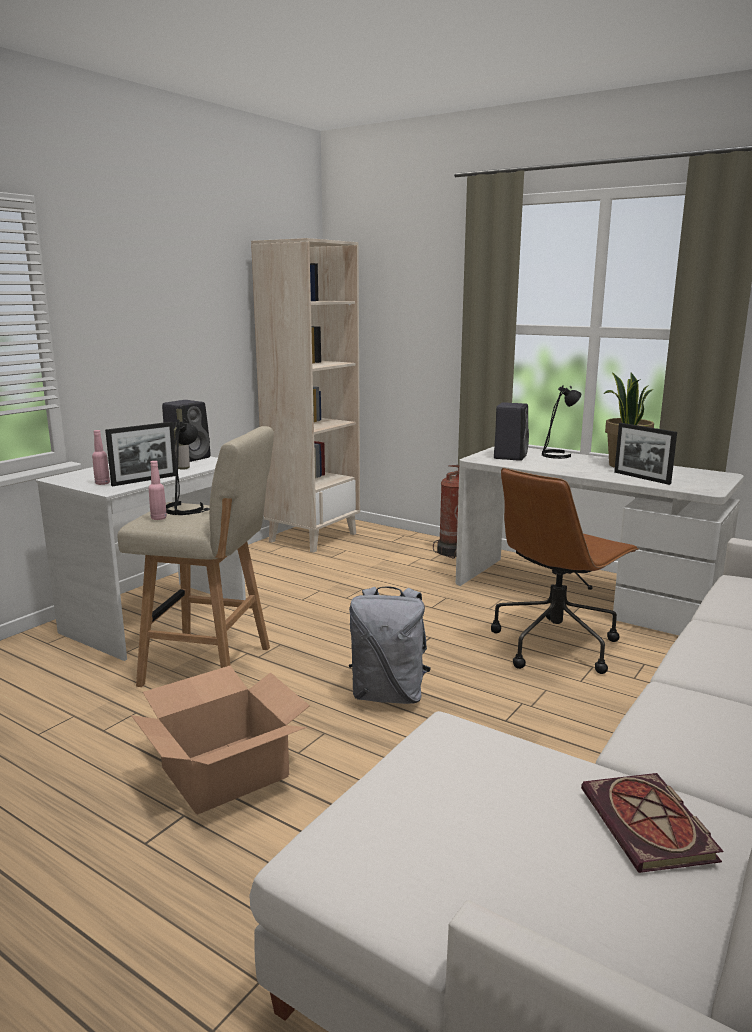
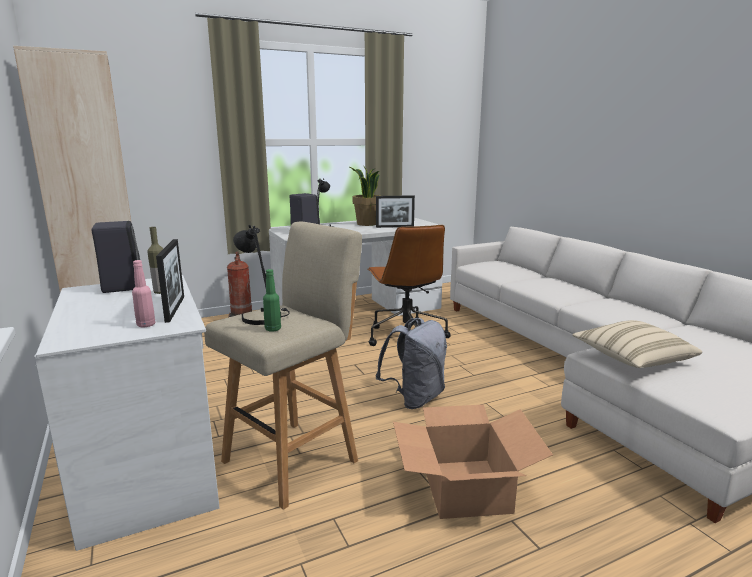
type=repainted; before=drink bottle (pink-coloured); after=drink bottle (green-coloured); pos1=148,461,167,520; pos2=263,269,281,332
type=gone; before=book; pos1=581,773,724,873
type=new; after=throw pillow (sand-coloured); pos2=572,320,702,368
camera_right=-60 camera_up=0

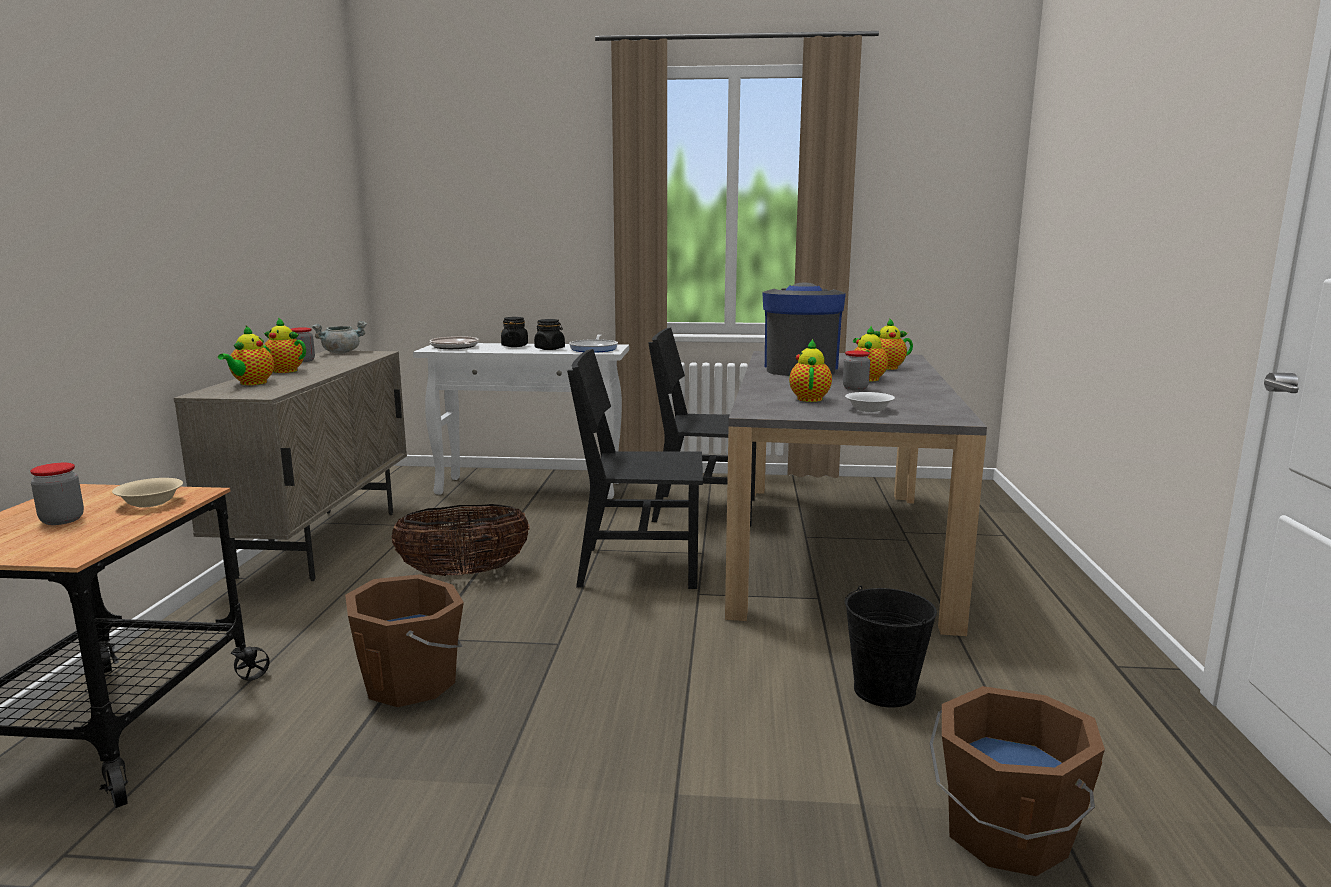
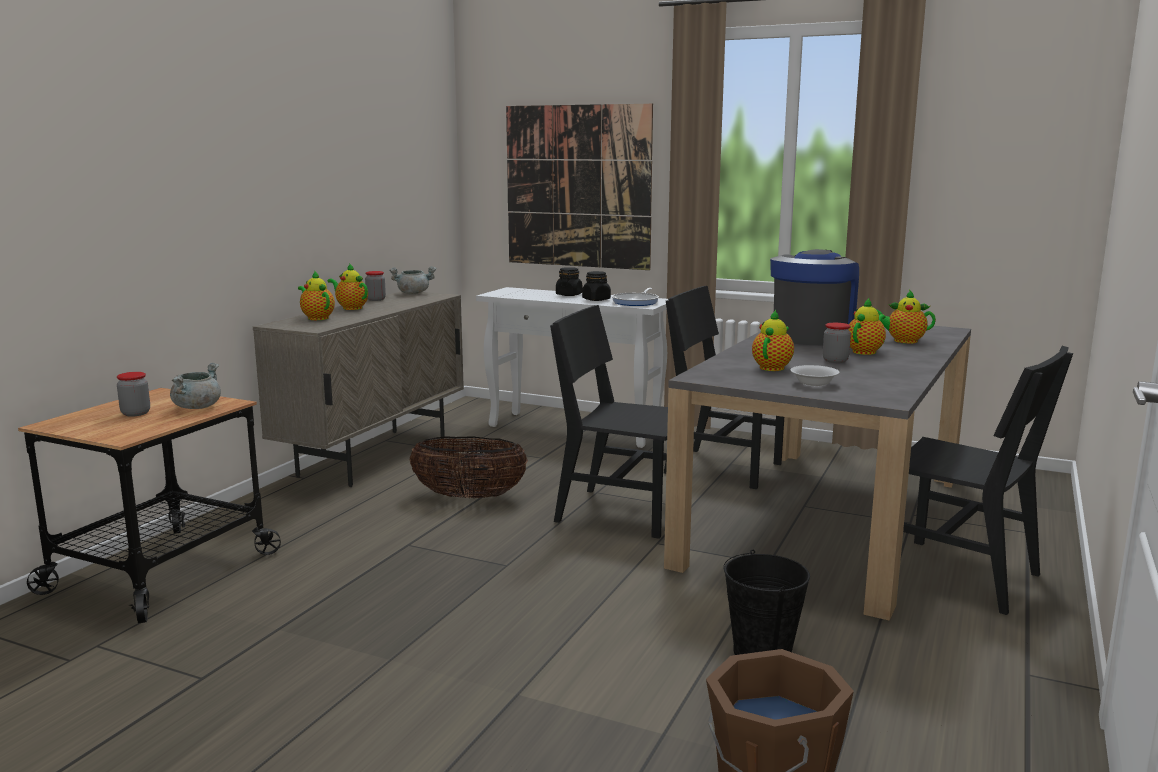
type=rotated; before=pot for tea; pos1=218,326,274,385; pos2=298,271,335,320; turn=105
type=gone; before=frying pan; pos1=430,336,479,349
type=swapped; before=bowl (sand-coloured); after=cooking pot (gray); pos1=112,478,183,508; pos2=170,363,221,409
type=gone; before=bucket (brownish); pos1=345,574,464,707
type=new; after=wall picture; pos2=506,104,653,270
type=new; after=chair (black-coloured); pos2=903,346,1073,615
camera_right=20 camera_up=0

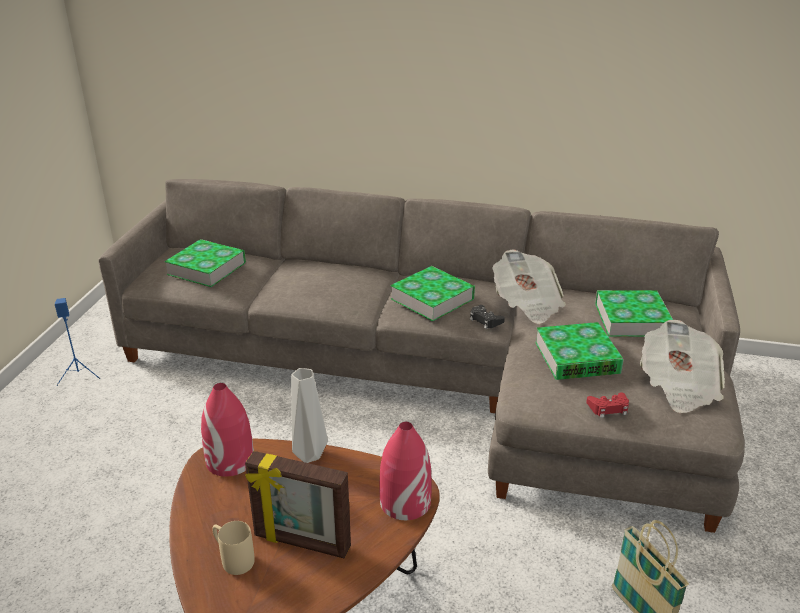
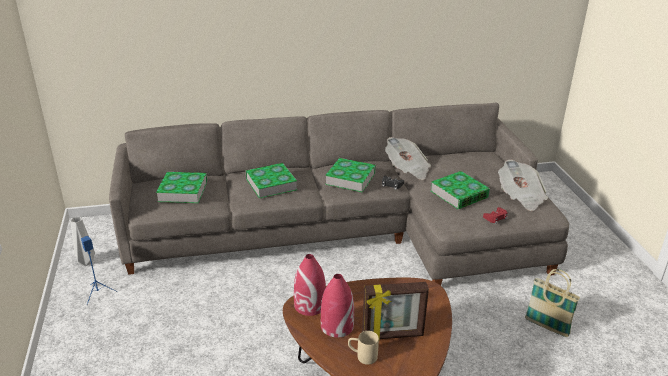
type=shifted; before=book; pos1=595,290,673,337; pos2=246,163,297,199
type=shifted; before=flower vase (gray); pos1=291,368,328,463; pos2=71,217,95,266
type=shifted; before=flower vase (red); pos1=380,422,432,520; pos2=321,274,354,337
camera_right=-25 camera_up=0

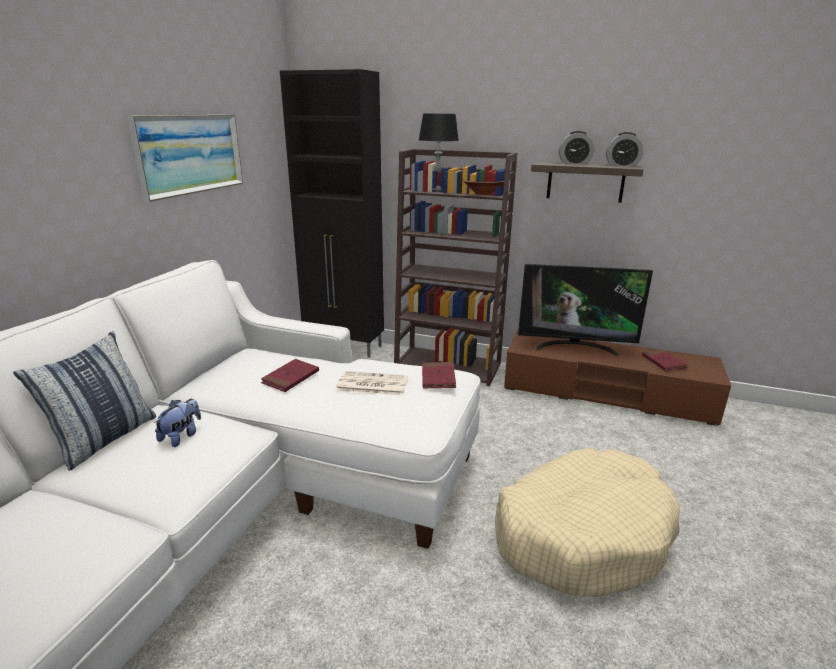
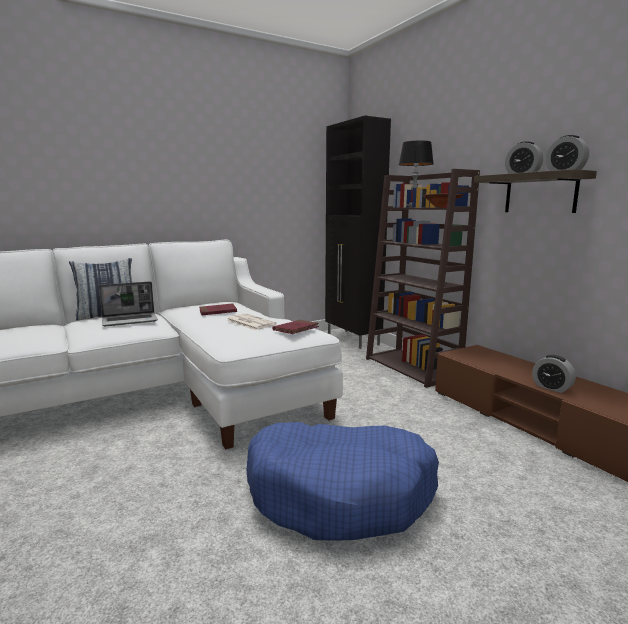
type=gone; before=wall picture; pos1=127,115,243,202
type=gone; before=TV; pos1=518,264,653,356
type=gone; before=book (red); pos1=642,350,688,371
type=swapped; before=cuddly toy; after=portable computer; pos1=154,399,201,447; pos2=99,282,158,326
type=repainted; before=dog bed (sand-coloured); after=dog bed (blue); pos1=495,448,680,597; pos2=247,422,439,541
type=new; after=bedside clock; pos2=532,355,576,393
camera_right=40 camera_up=-10

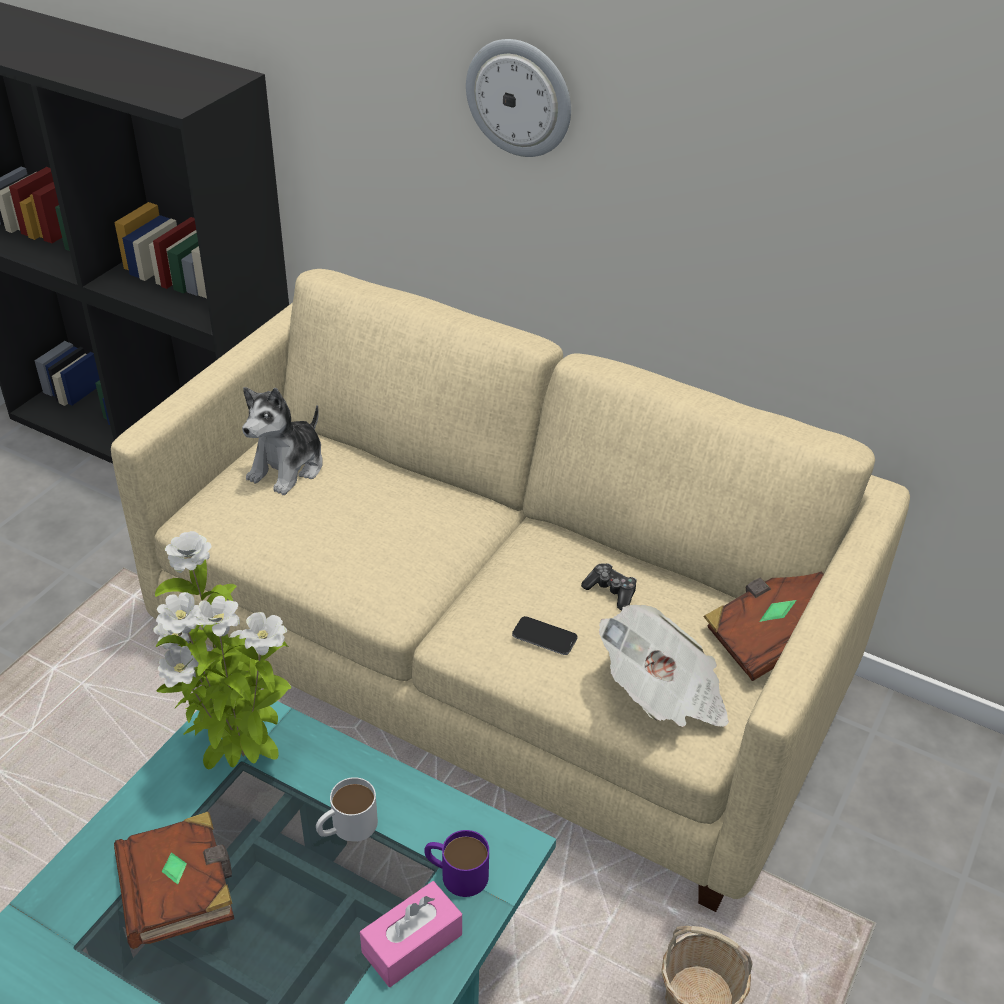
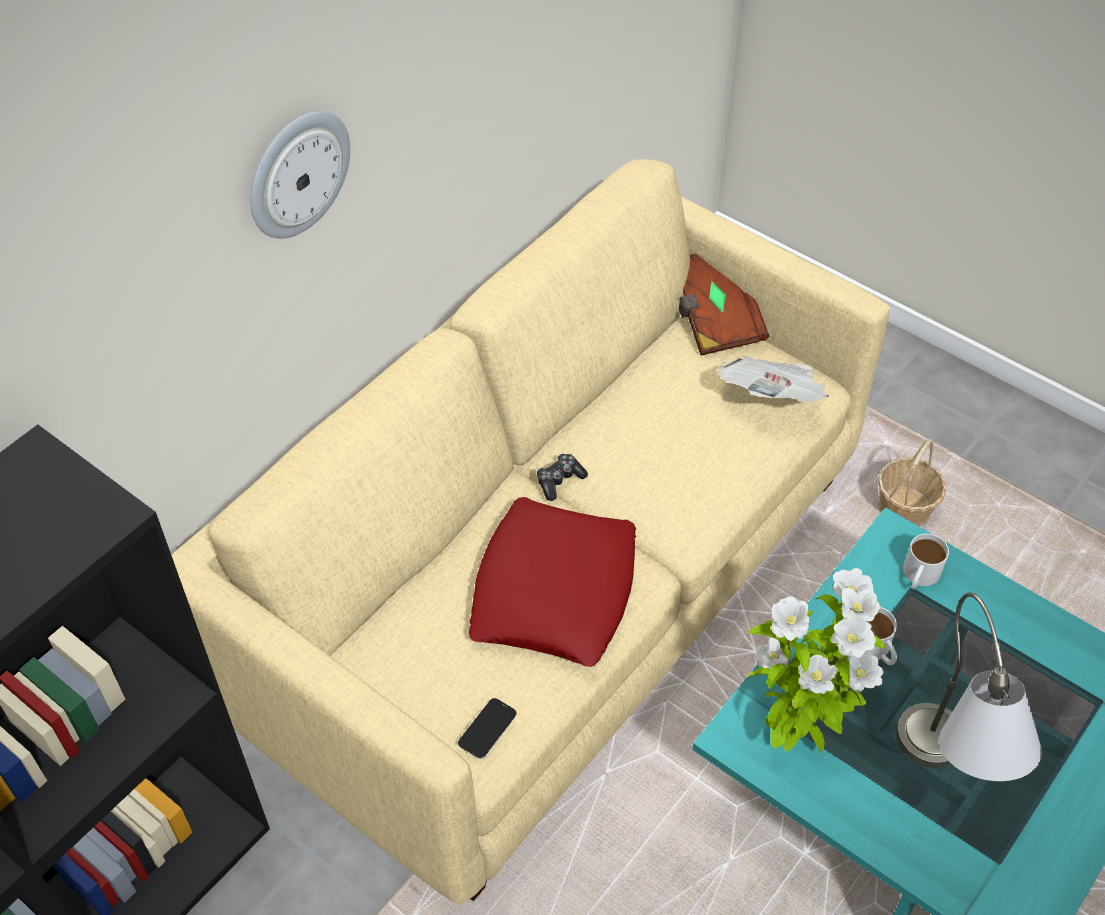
type=gone; before=cuddly toy; pos1=242,387,323,495
type=shifted; before=game controller; pos1=581,563,637,610; pos2=537,454,588,501
type=shifted; before=phone; pos1=512,616,578,655; pos2=458,698,517,759
type=swapped; before=book (brownish); after=tabletop lamp (gray); pos1=114,812,234,949; pos2=896,593,1042,781
type=repainted; before=coffee mug (purple); after=coffee mug (white); pos1=424,830,489,897; pos2=903,534,949,590
type=gone; before=box of tissues (pink-coloured); pos1=360,881,462,987
type=new; after=throw pillow (red); pos2=468,497,636,667
camera_right=-80 camera_up=10

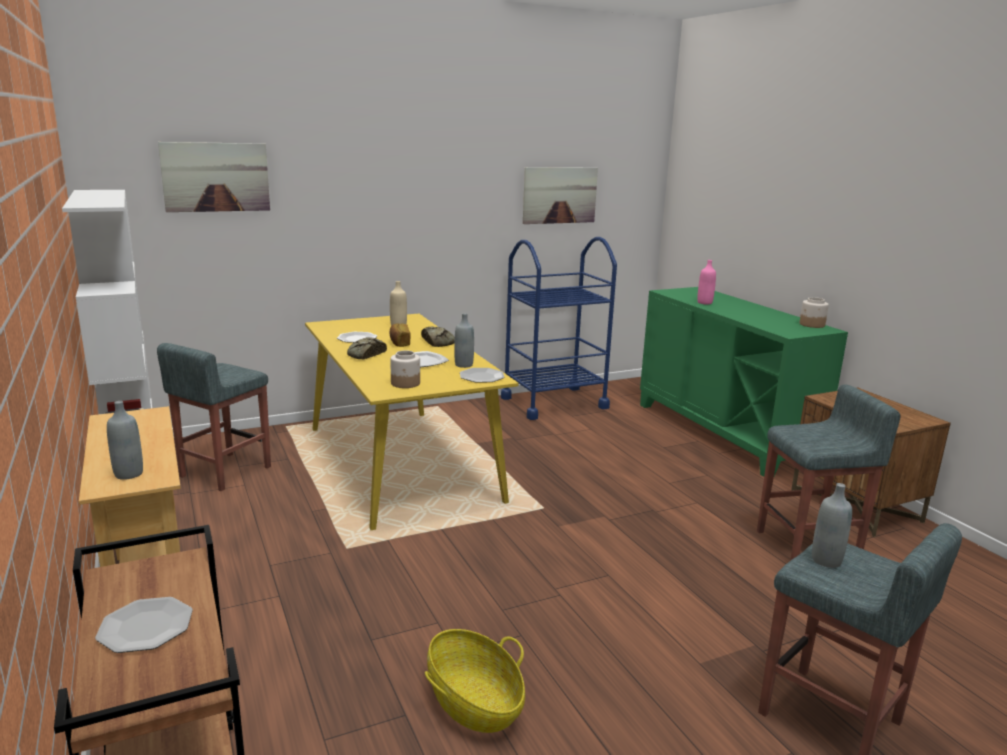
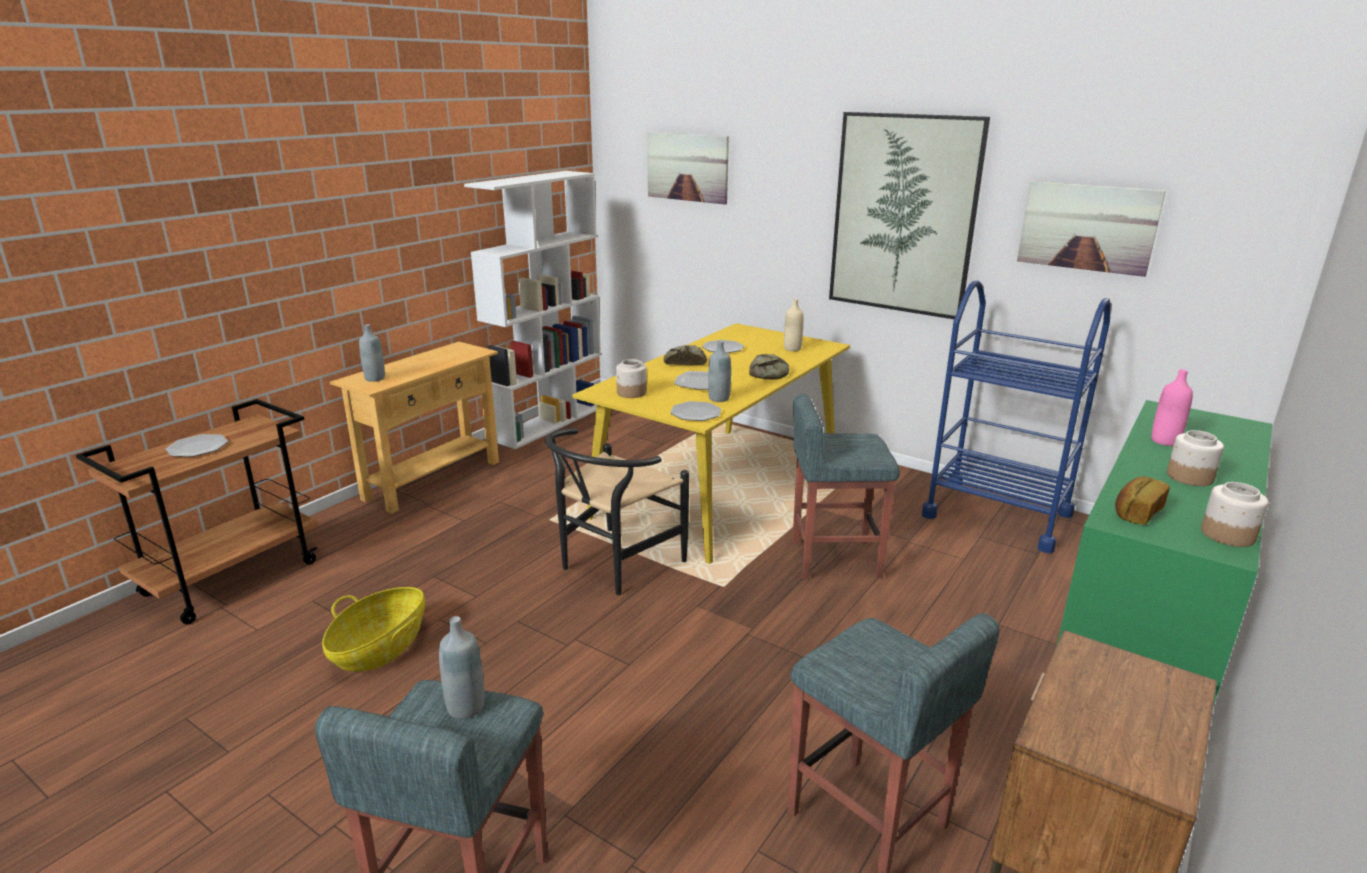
type=shifted; before=bakery bread; pos1=390,324,411,347; pos2=1115,476,1170,525
type=shifted; before=stool (gray); pos1=157,343,271,491; pos2=792,394,900,580
type=new; after=wall picture; pos2=829,112,990,319
type=new; after=chair (black-coloured); pos2=545,428,689,595
type=new; after=jar; pos2=1167,430,1224,486
camera_right=60 camera_up=5

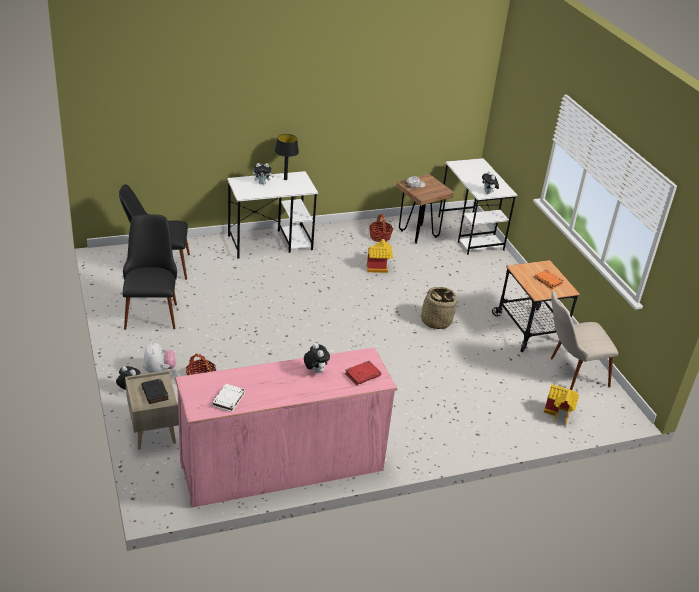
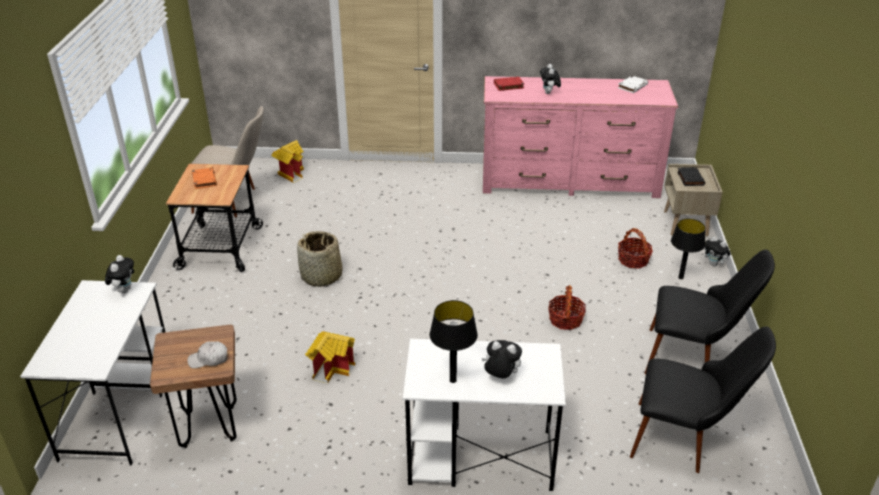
type=rotated; before=chair (black-coloured); pos1=123,214,177,330; pos2=645,250,775,374; turn=-90
type=shifted; before=basket; pos1=369,214,393,242; pos2=548,285,586,330
type=swapped; before=cuddly toy; after=tabletop lamp (black-coloured); pos1=143,341,175,373; pos2=671,219,705,279
camera_right=-155 camera_up=0

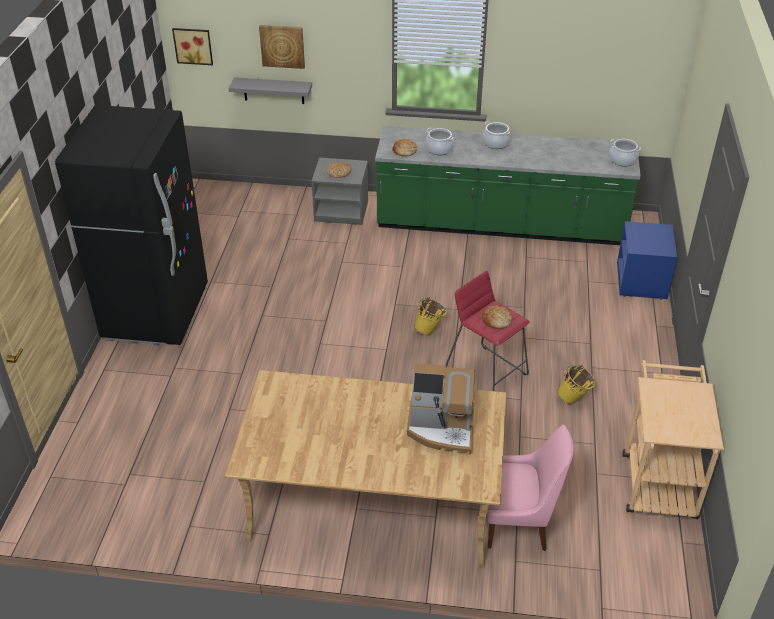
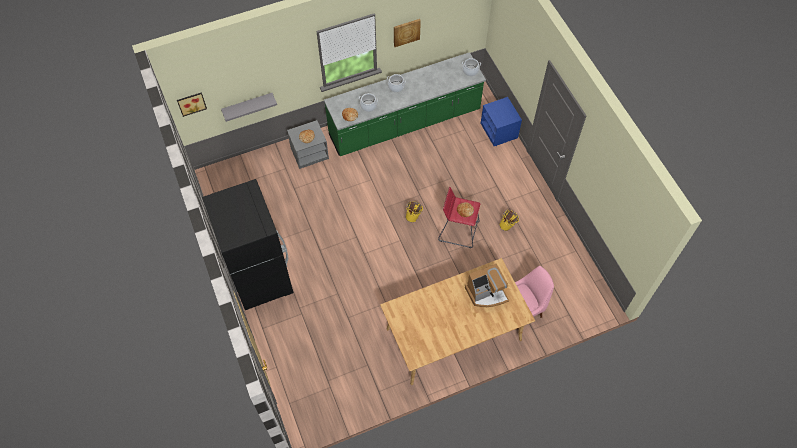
type=shifted; before=wall picture; pos1=259,25,305,69; pos2=394,19,421,47
type=gone; before=trolley (sand-coloured); pos1=622,360,724,519
camera_right=-30 camera_up=20

